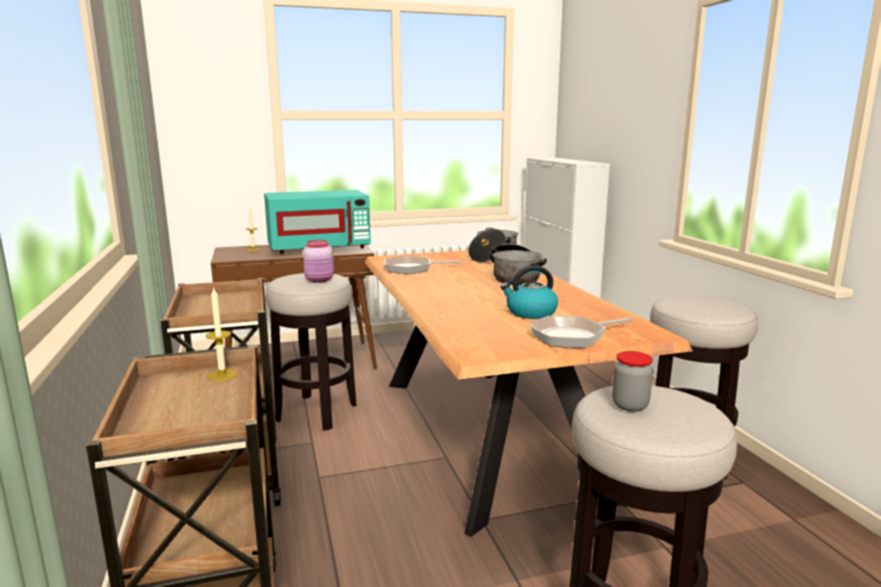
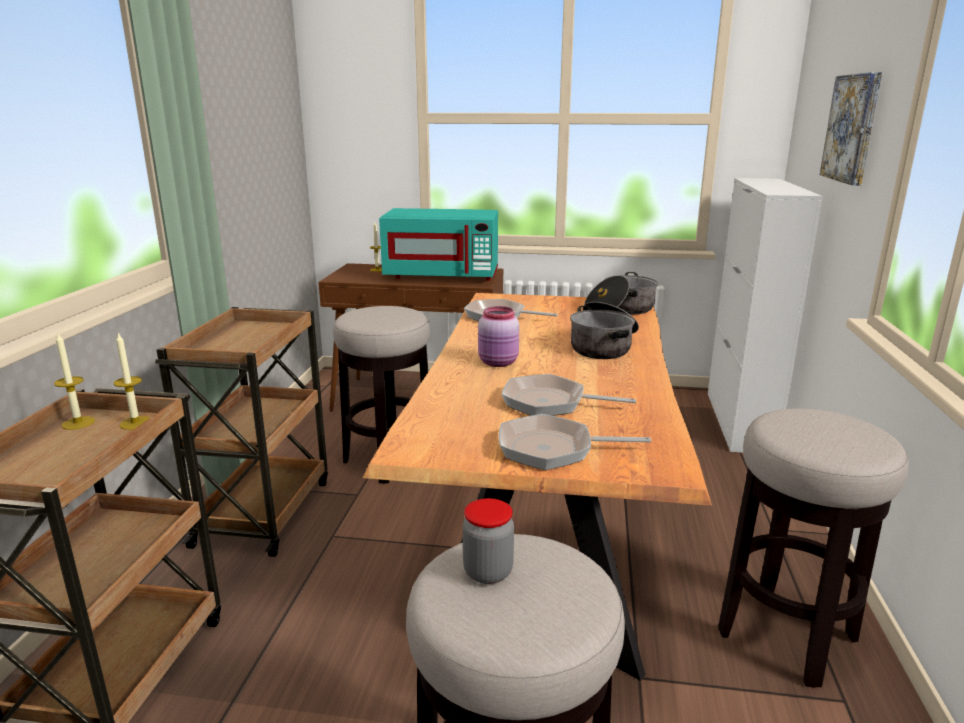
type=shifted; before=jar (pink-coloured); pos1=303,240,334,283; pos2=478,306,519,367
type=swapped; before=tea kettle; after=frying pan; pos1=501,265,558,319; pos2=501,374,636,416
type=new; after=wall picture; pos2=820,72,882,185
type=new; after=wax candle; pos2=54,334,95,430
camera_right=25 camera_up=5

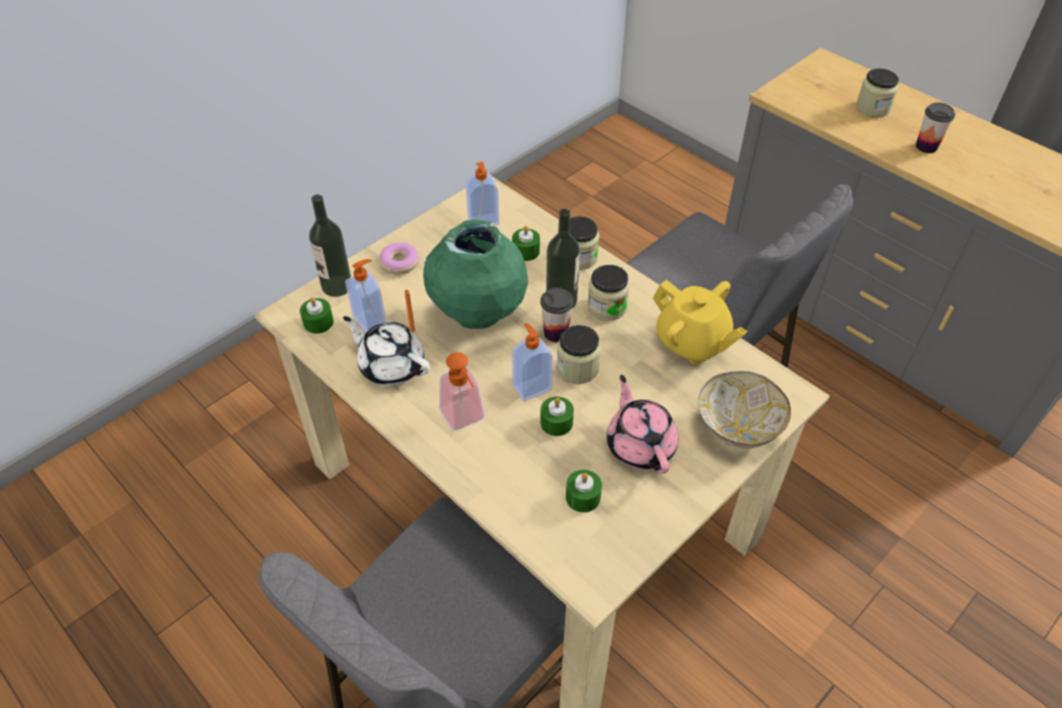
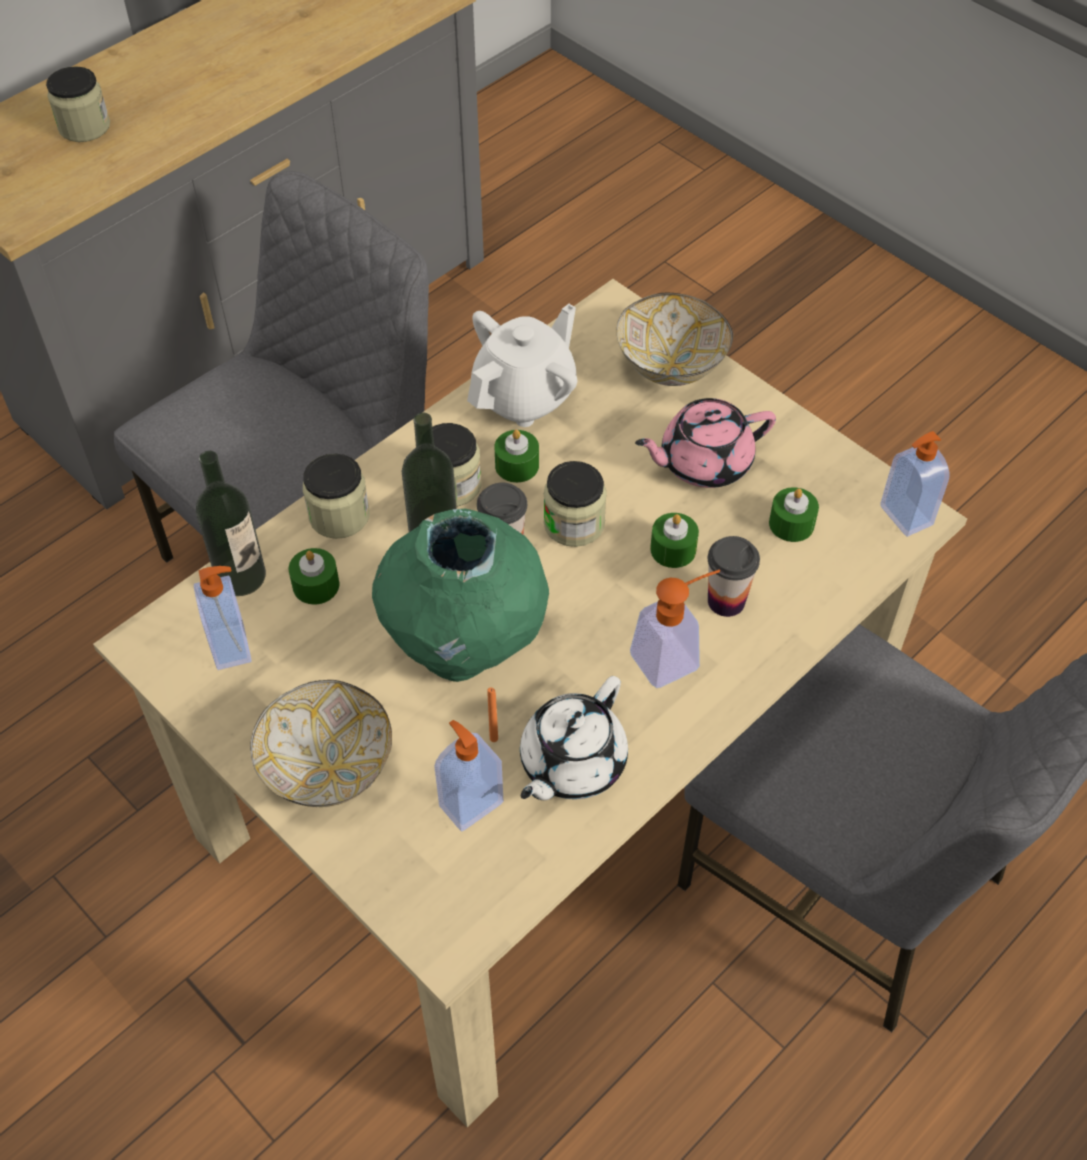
type=shifted; before=drinking cup; pos1=916,102,955,153; pos2=708,536,760,617
type=shifted; before=drink bottle; pos1=309,194,351,297; pos2=196,451,266,596
type=swapped; before=ring doughnut; after=bowl; pos1=379,243,420,274; pos2=250,680,392,807
type=repainted; before=pot for tea (yellowish); after=pot for tea (white); pos1=653,280,747,364; pos2=467,304,577,427
type=shifted; before=wax candle (green-coloured); pos1=300,297,334,334; pos2=494,430,539,483
type=shifted; before=liquid soap bottle; pos1=512,323,553,401; pos2=880,431,950,537
camera_right=-90 camera_up=5

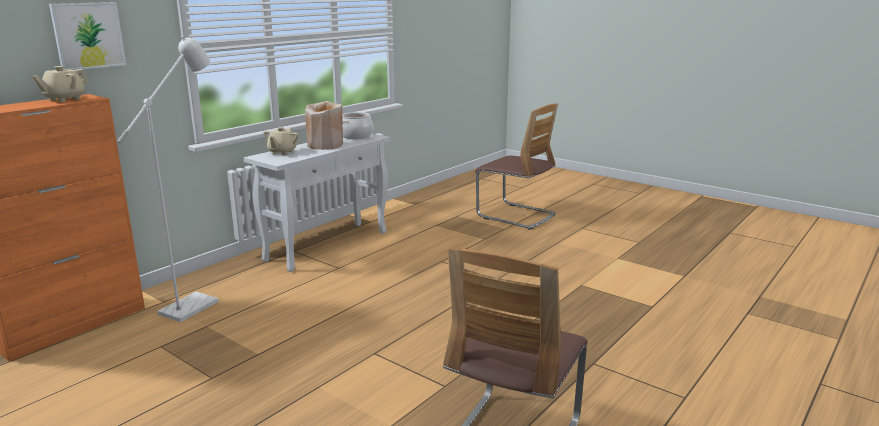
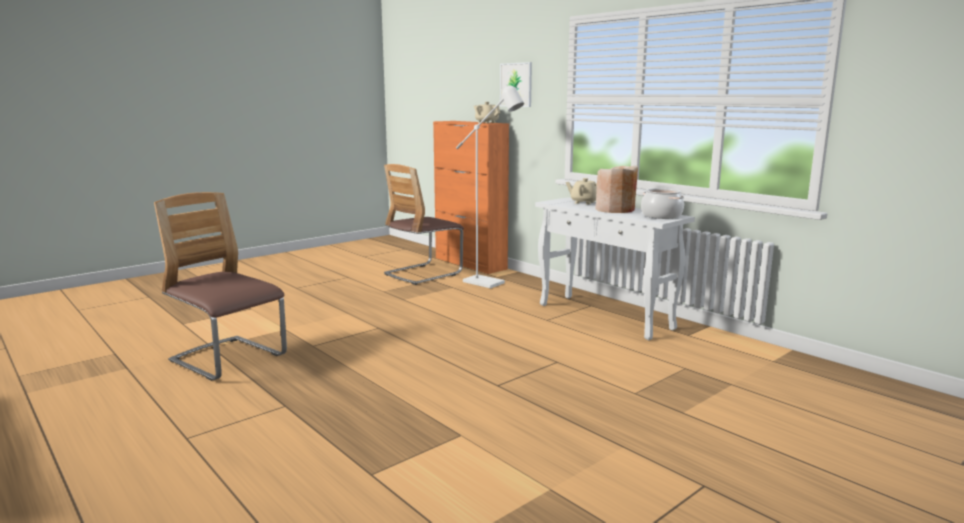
type=shifted; before=chair; pos1=475,104,558,230; pos2=384,164,464,285
camera_right=100 camera_up=-5

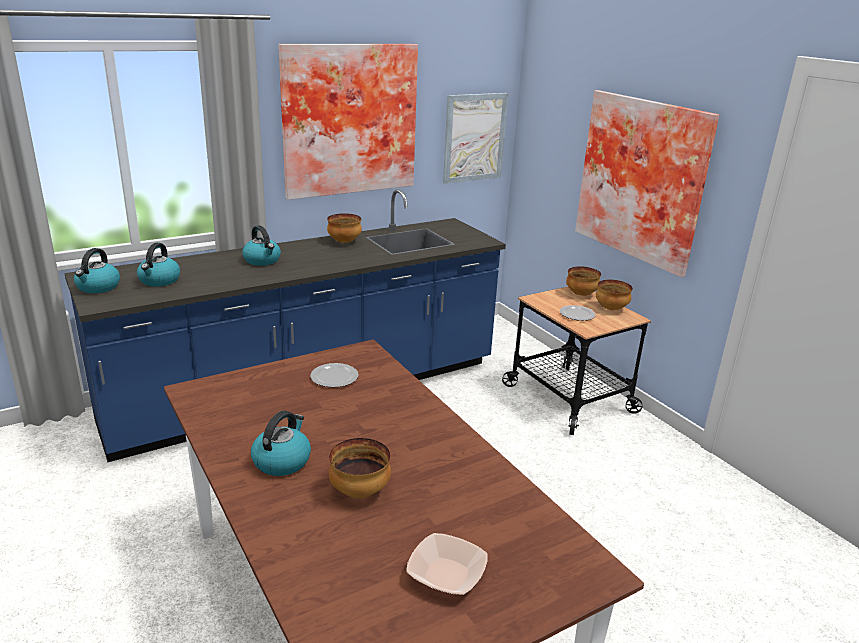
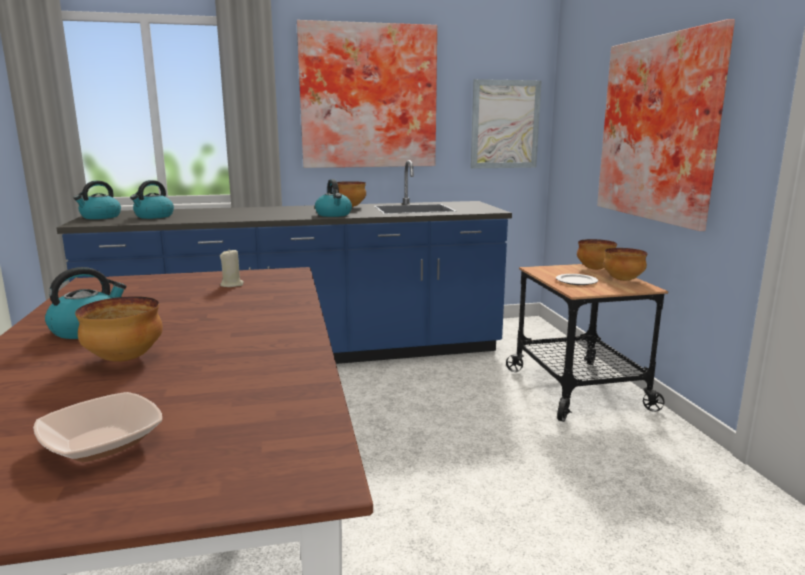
type=shifted; before=tea kettle; pos1=242,225,281,266; pos2=315,179,352,217
type=swapped; before=plate; after=wax candle (sand-coloured); pos1=310,363,358,387; pos2=220,250,244,287
camera_right=20 camera_up=-10

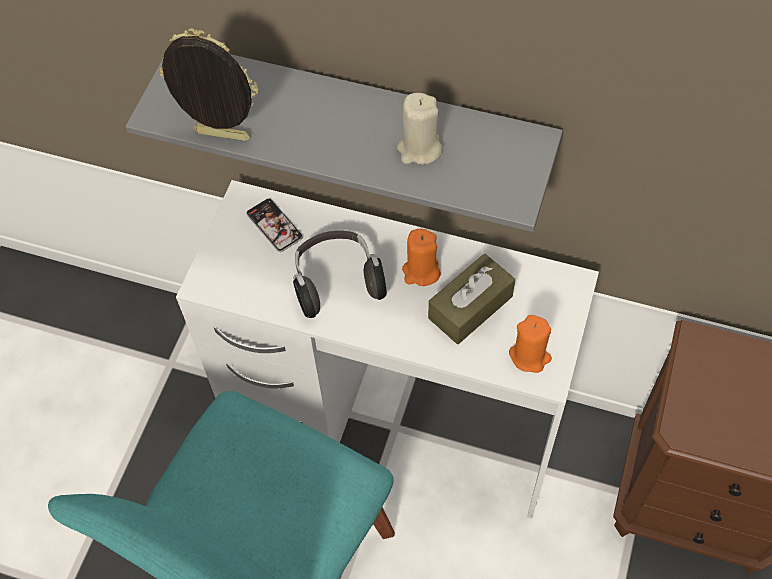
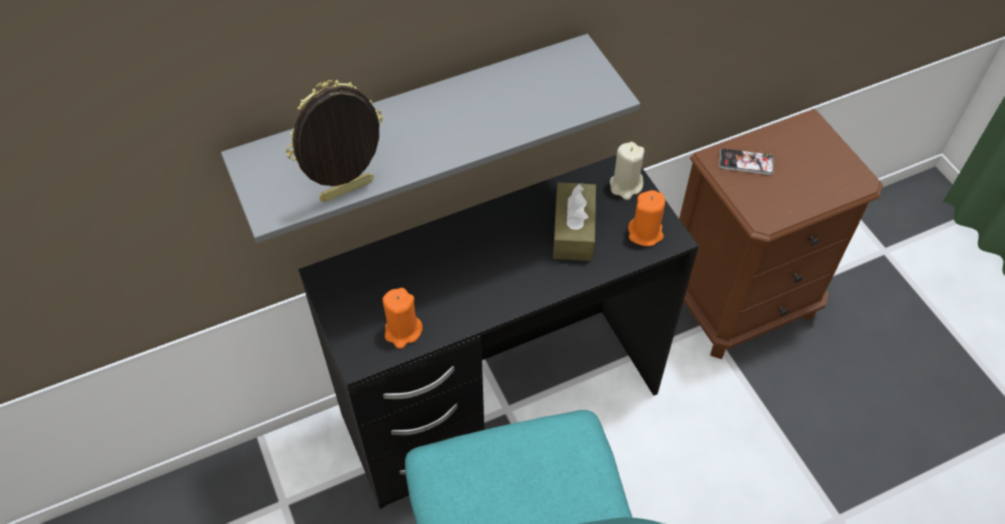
type=shifted; before=wax candle (sand-coloured); pos1=397,93,443,165; pos2=610,142,644,200
type=repainted; before=desk (white); after=desk (black-coloured); pos1=176,180,599,519; pos2=298,155,699,509
type=shifted; before=phone; pos1=246,198,303,252; pos2=719,148,774,175
type=shifted; before=wax candle (orange); pos1=402,229,441,286; pos2=383,288,423,349
type=gone; before=headset; pos1=293,231,387,318
camera_right=-45 camera_up=-5

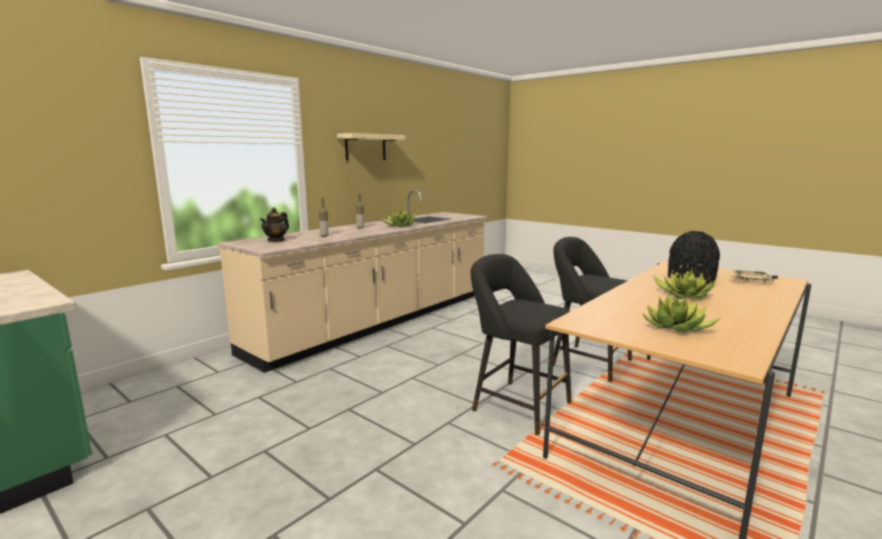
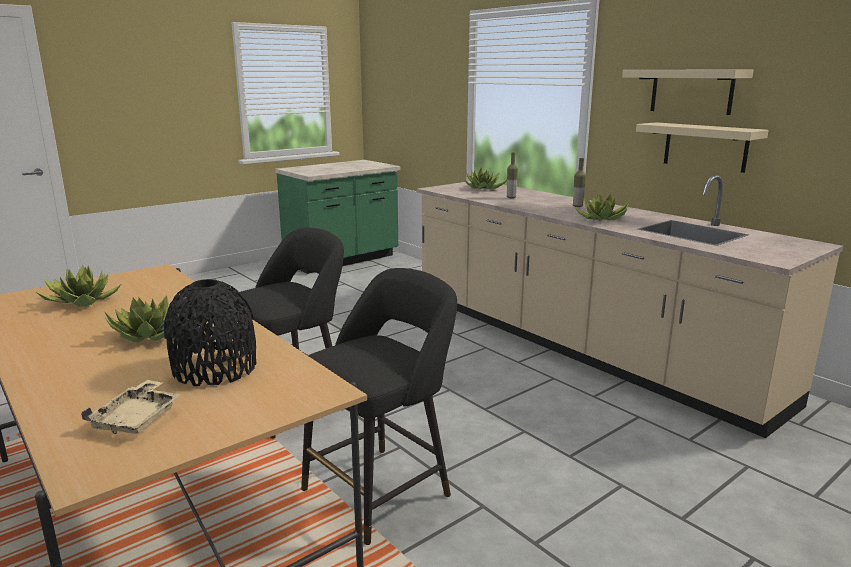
type=swapped; before=pot for tea; after=houseplant; pos1=260,207,289,242; pos2=464,168,507,189
type=new; after=bracket shelf (sand-coloured); pos2=636,122,769,173
camera_right=100 camera_up=5

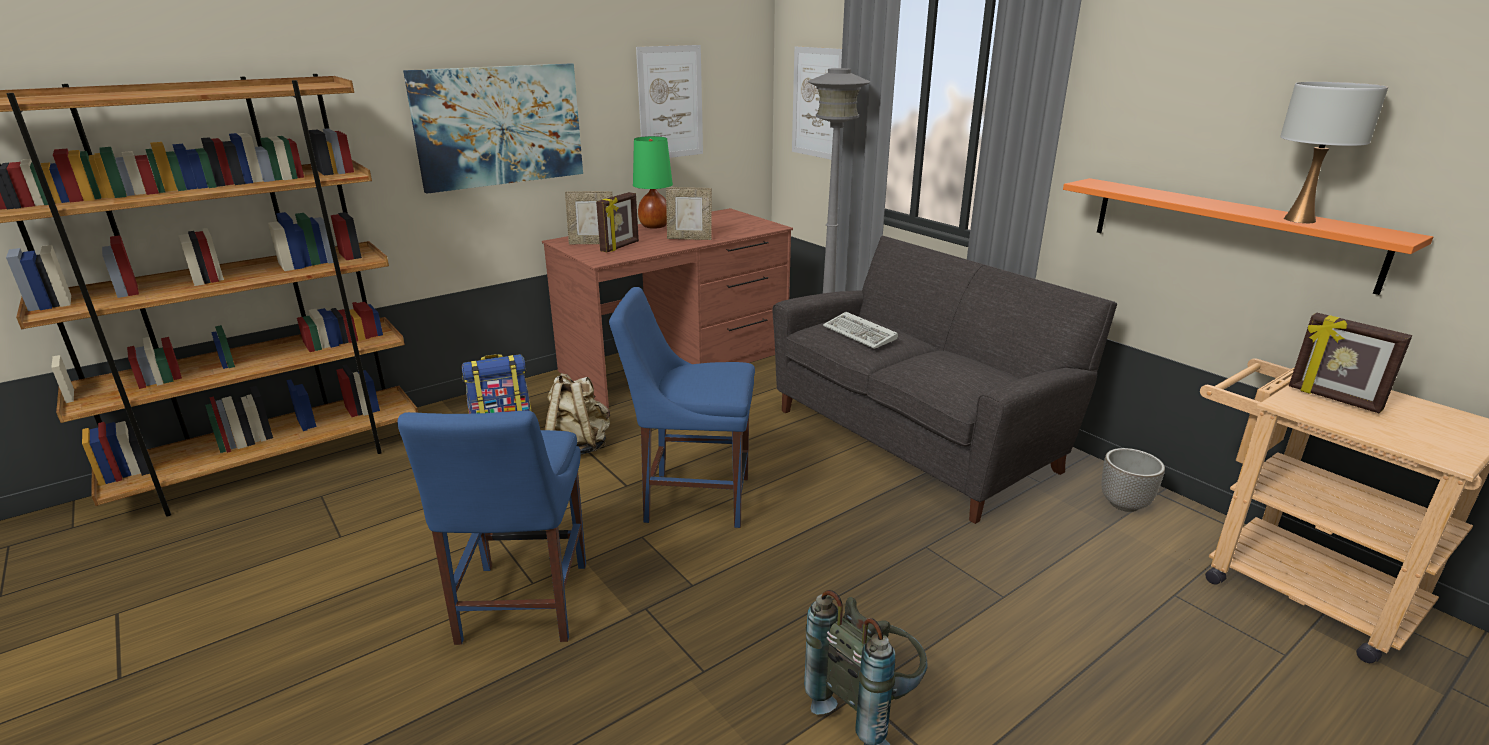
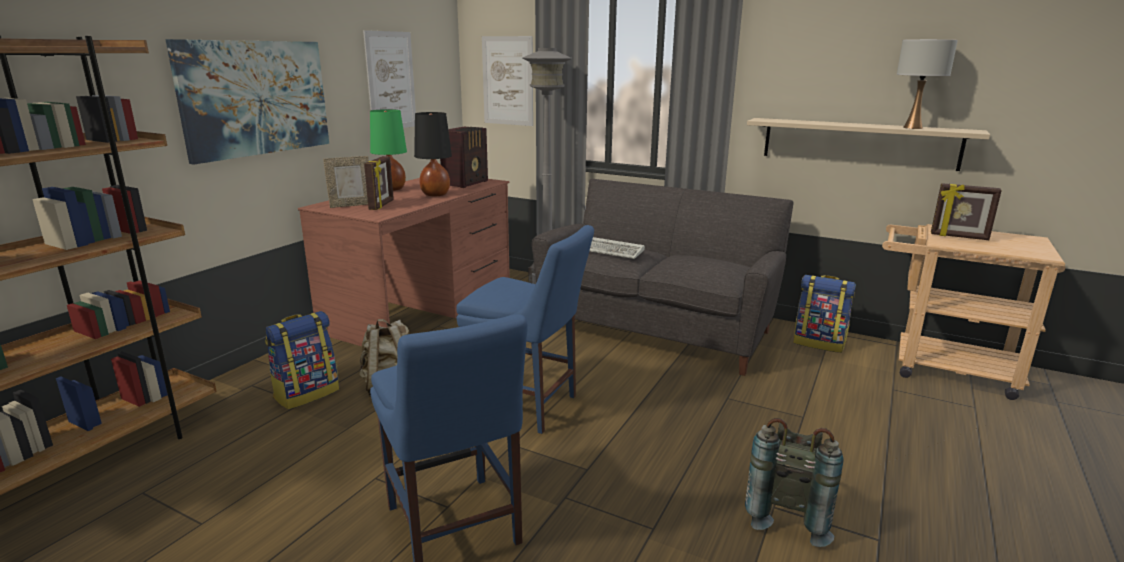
type=repainted; before=bracket shelf (orange); after=bracket shelf (sand-coloured); pos1=1063,178,1433,295; pos2=747,118,990,171
type=swapped; before=picture frame; after=tabletop lamp (black-coloured); pos1=666,187,712,240; pos2=414,112,452,196
type=rotated; before=chair (blue); pos1=609,287,755,528; pos2=456,225,594,434; turn=-135
type=swapped; before=flower pot; after=backpack; pos1=1102,448,1165,512; pos2=794,275,856,353
type=new; after=radio; pos2=440,127,488,188
camera_right=-25 camera_up=-5

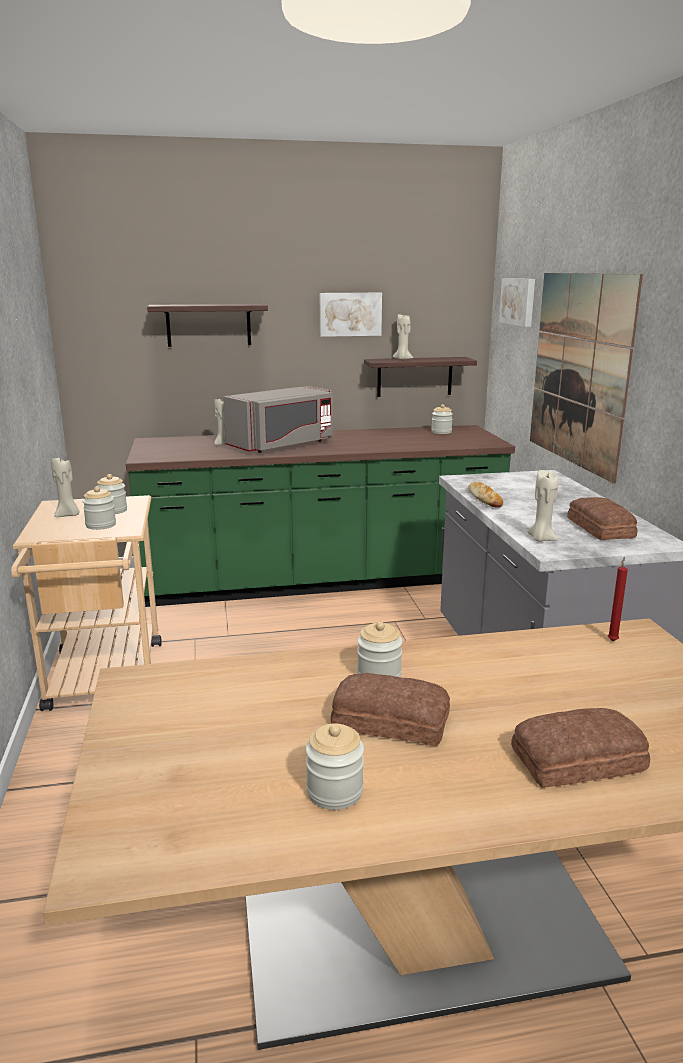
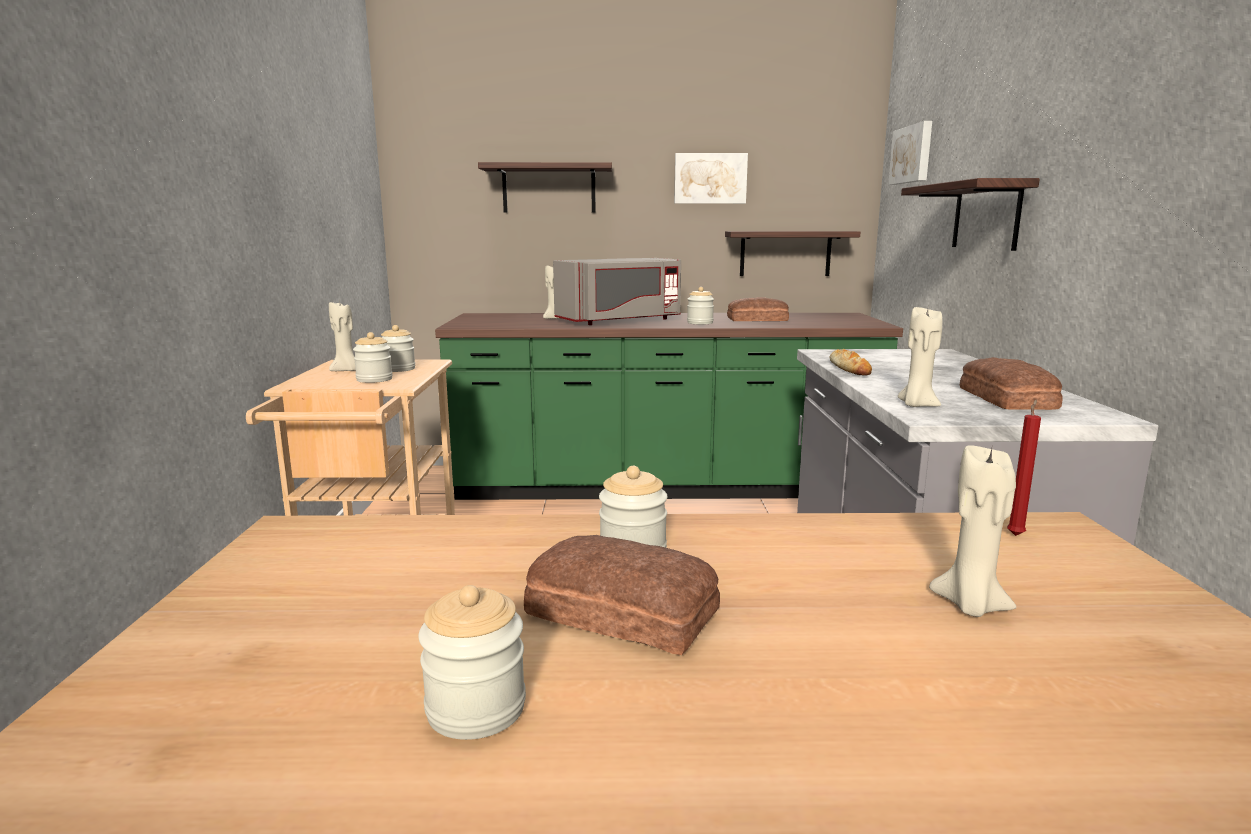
type=swapped; before=wall picture; after=bracket shelf; pos1=530,273,643,484; pos2=901,178,1040,251
type=shifted; before=wax candle (sand-coloured); pos1=393,314,413,360; pos2=929,445,1016,617
type=shifted; before=jar; pos1=431,404,453,434; pos2=687,287,714,324
type=shifted; before=bakery bread; pos1=511,708,650,788; pos2=727,297,789,321
camera_right=10 camera_up=-5

